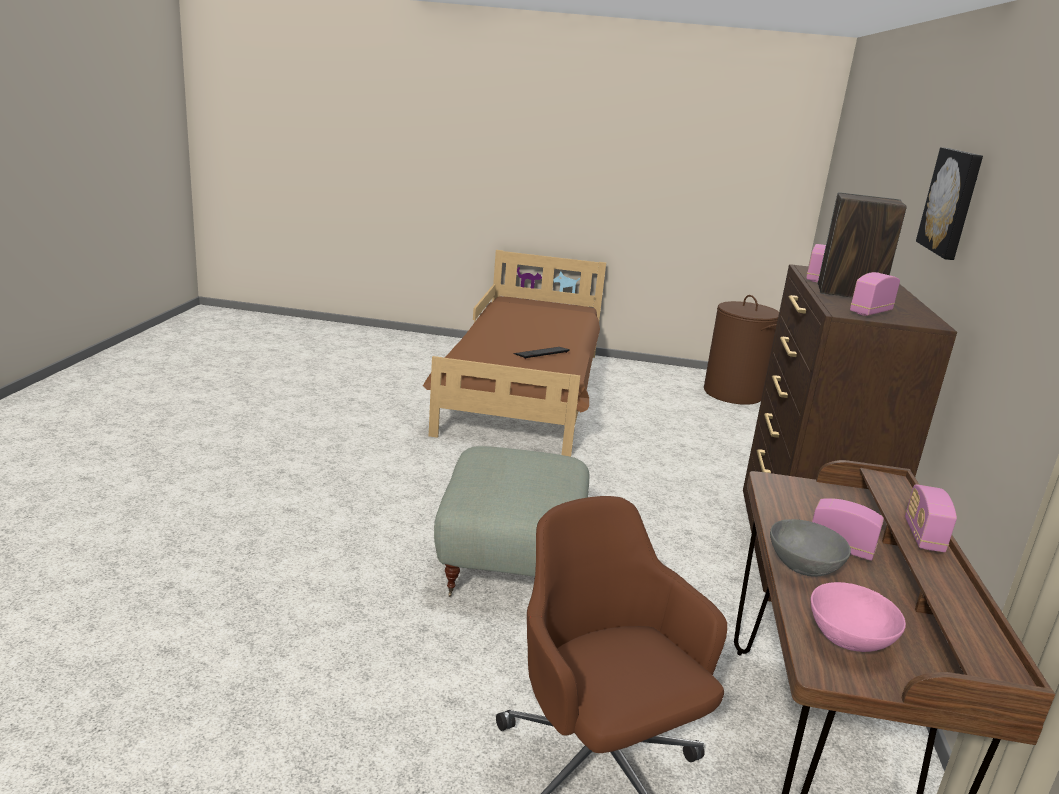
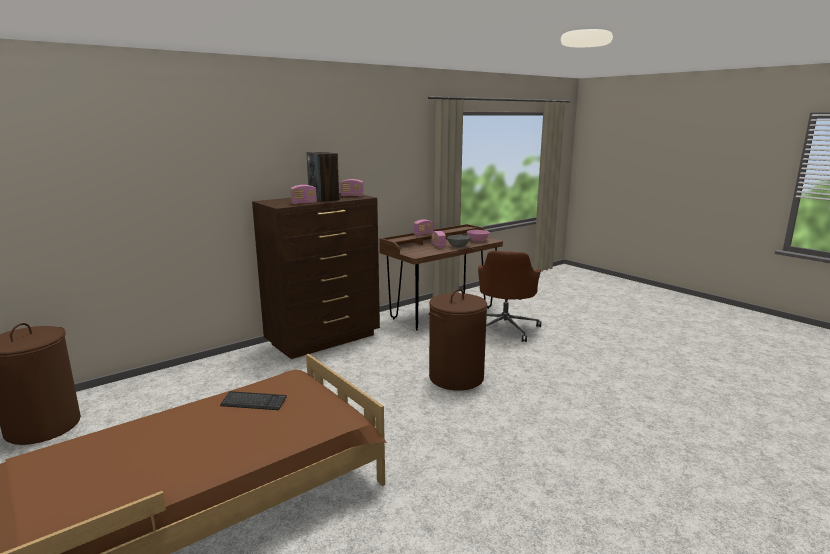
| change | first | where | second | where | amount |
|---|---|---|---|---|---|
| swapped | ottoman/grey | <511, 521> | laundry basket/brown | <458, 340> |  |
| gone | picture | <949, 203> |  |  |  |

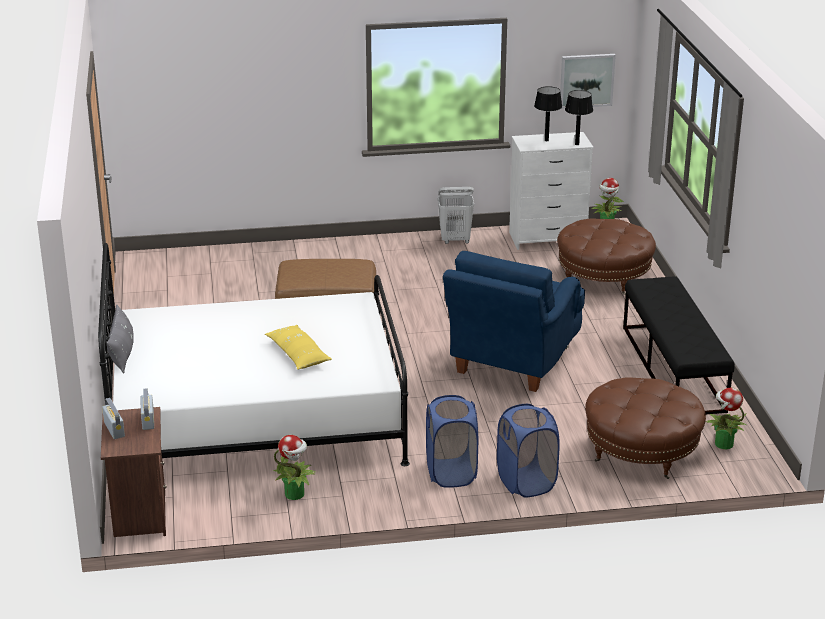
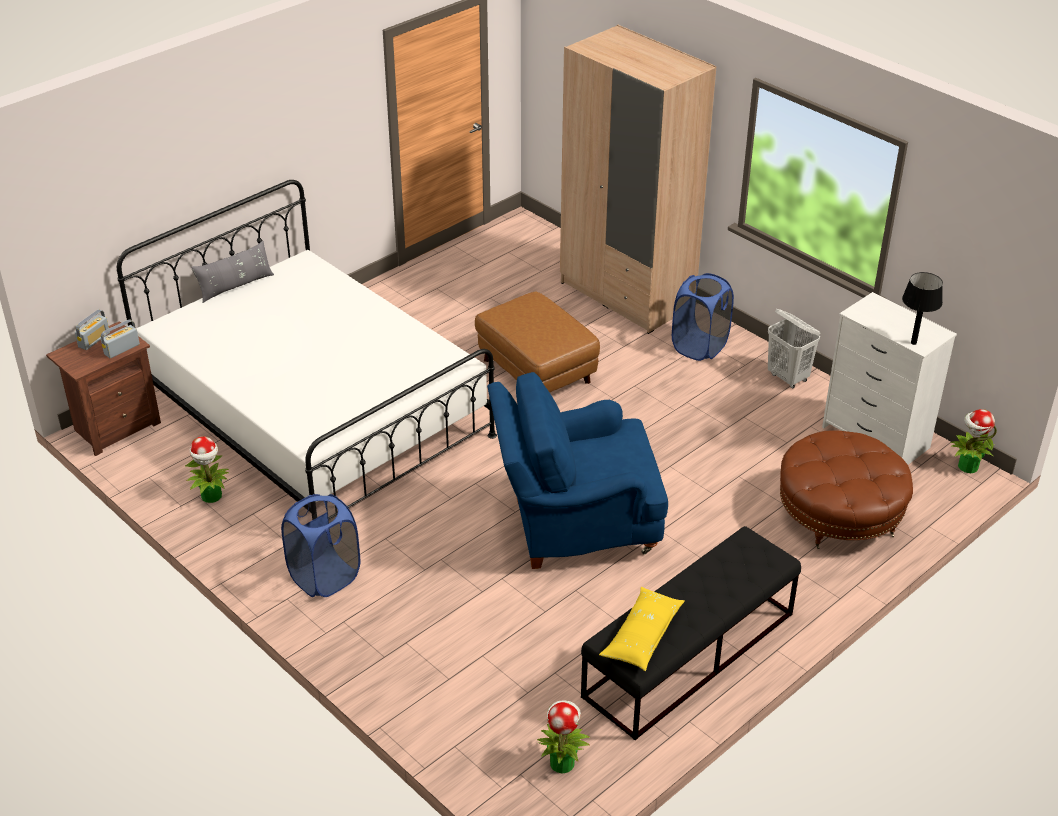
| change | first | where | second | where | amount |
|---|---|---|---|---|---|
| shifted | pillow/yellow | <298, 347> |  | <642, 629> |  |
| shifted | laundry basket/blue | <528, 451> |  | <703, 317> |  |
| gone | table lamp/black | <548, 113> |  |  |  |
| gone | picture | <588, 81> |  |  |  |
| gone | ottoman/brown | <645, 428> |  |  |  |
| new |  |  | wardrobe/beige | <638, 179> |  |

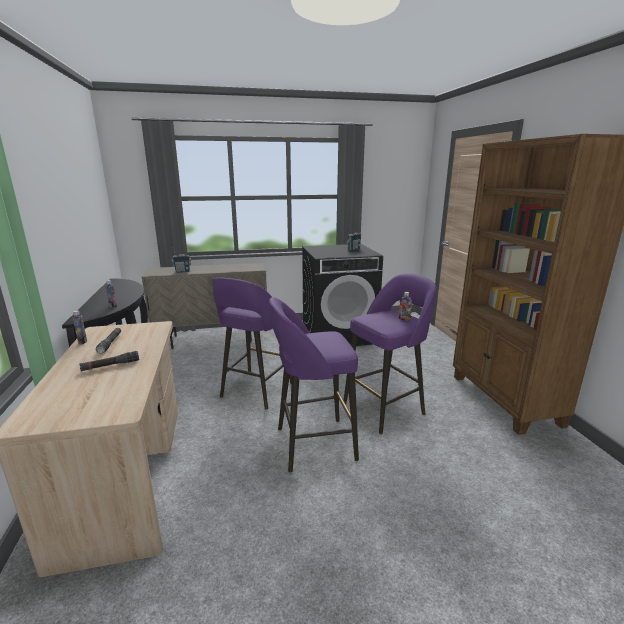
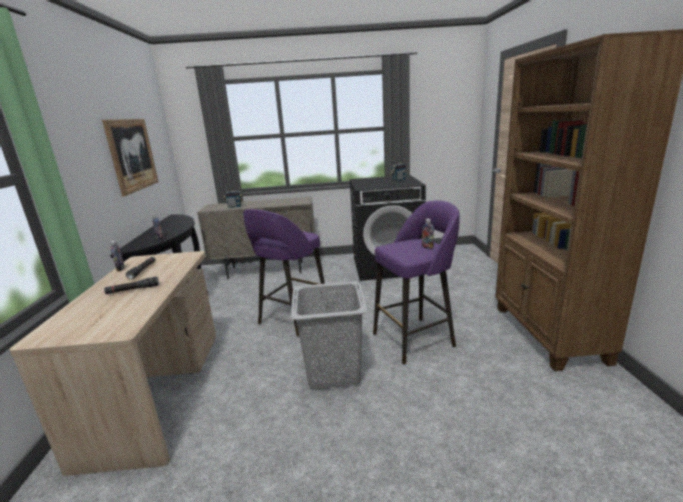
| change | first | where | second | where | amount |
|---|---|---|---|---|---|
| swapped | stool/purple | <314, 384> | laundry basket/grey | <329, 335> |  |
| new |  |  | picture | <130, 157> |  |

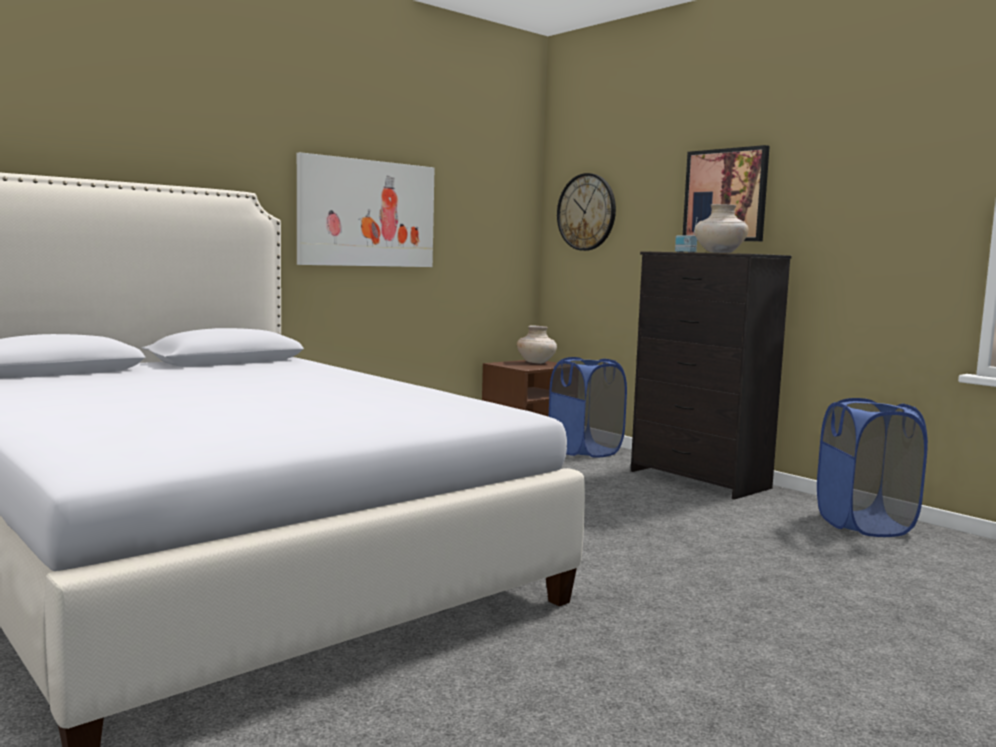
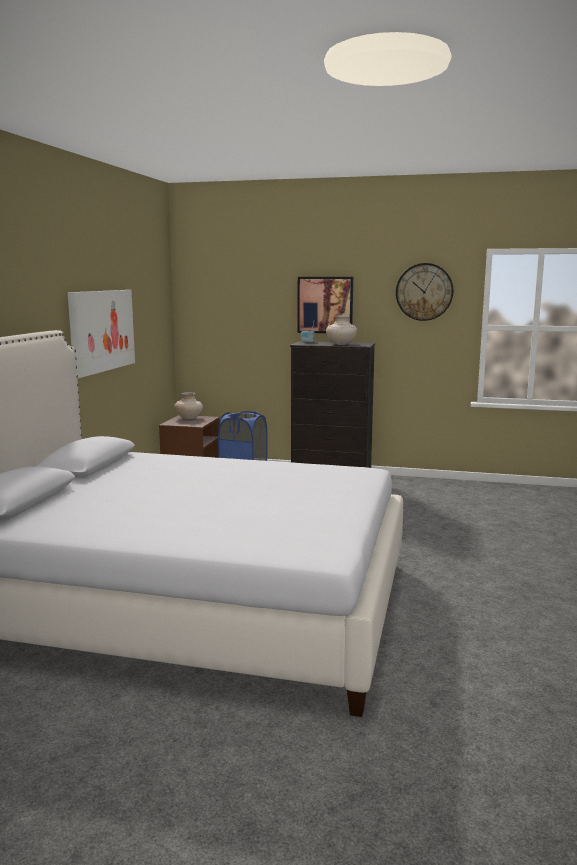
| change | first | where | second | where | amount |
|---|---|---|---|---|---|
| shifted | wall clock | <586, 212> |  | <424, 292> |  |
| gone | laundry basket/blue | <872, 467> |  |  |  |

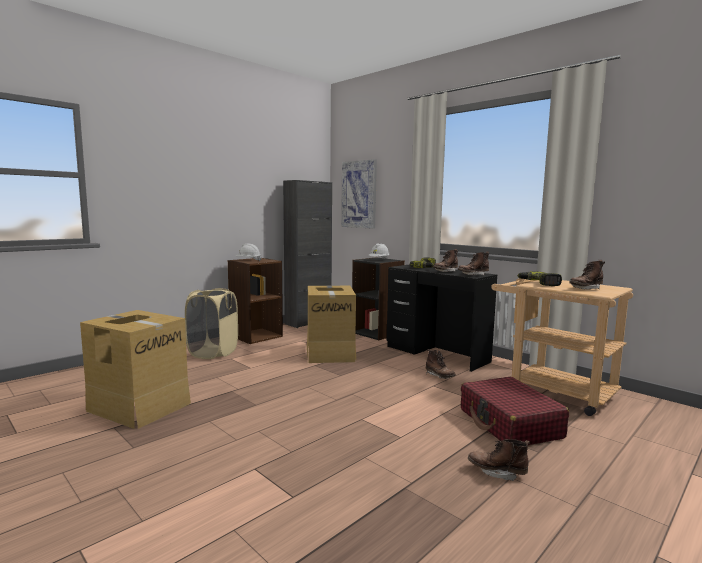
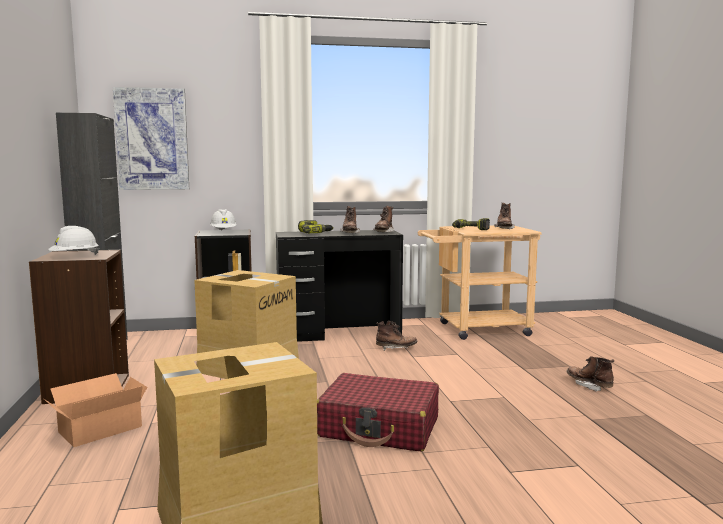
| change | first | where | second | where | amount |
|---|---|---|---|---|---|
| swapped | laundry basket/beige | <211, 323> | cardboard box | <95, 410> |  |
| shifted | suitcase/red | <515, 411> |  | <378, 412> |  |
| rotated | boot/brown | <499, 460> |  | <590, 374> | 90 degrees clockwise |

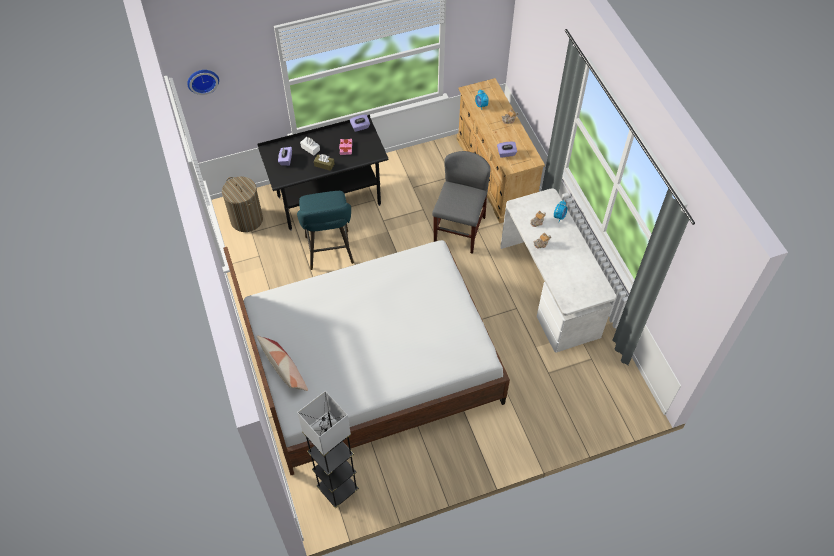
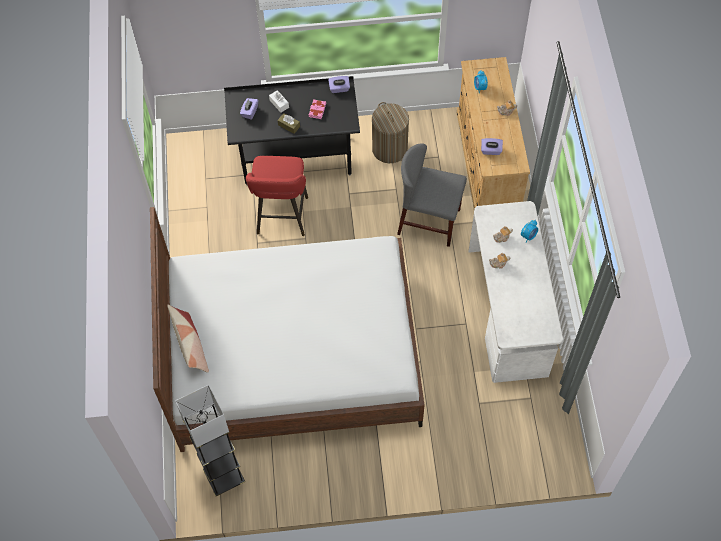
| change | first | where | second | where | amount |
|---|---|---|---|---|---|
| gone | wall clock | <203, 82> |  |  |  |
| shifted | laundry basket | <242, 204> |  | <390, 132> |  |
| repainted | stool/turquoise | <325, 230> | stool/red | <277, 196> |  |
| rotated | chair/grey | <461, 202> |  | <432, 195> | 105 degrees counterclockwise |

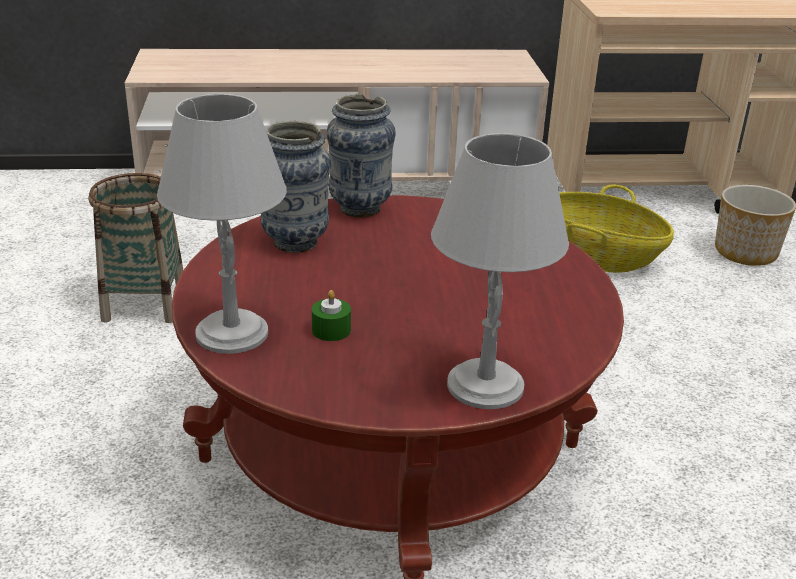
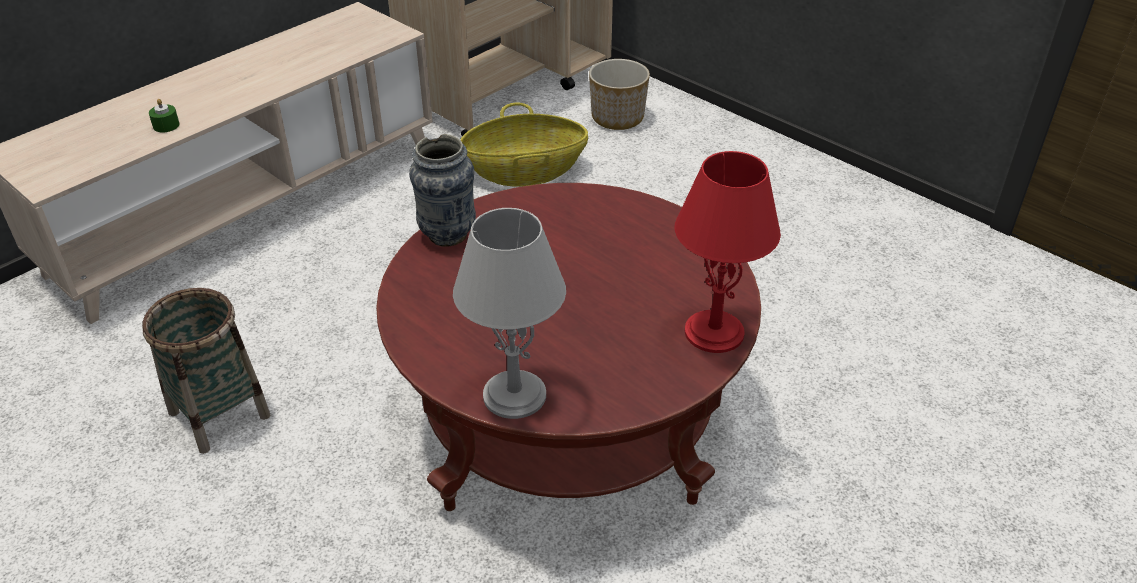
| change | first | where | second | where | amount |
|---|---|---|---|---|---|
| gone | vase | <296, 187> |  |  |  |
| shifted | candle/green | <331, 315> |  | <164, 116> |  |
| repainted | table lamp/grey | <500, 271> | table lamp/red | <728, 252> |  |

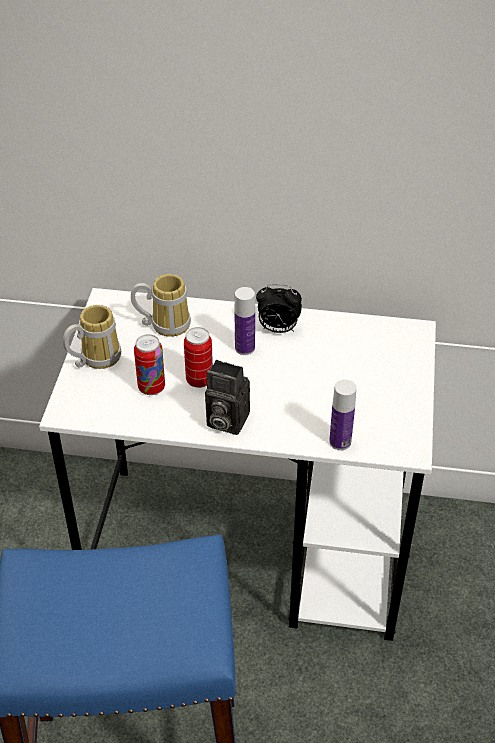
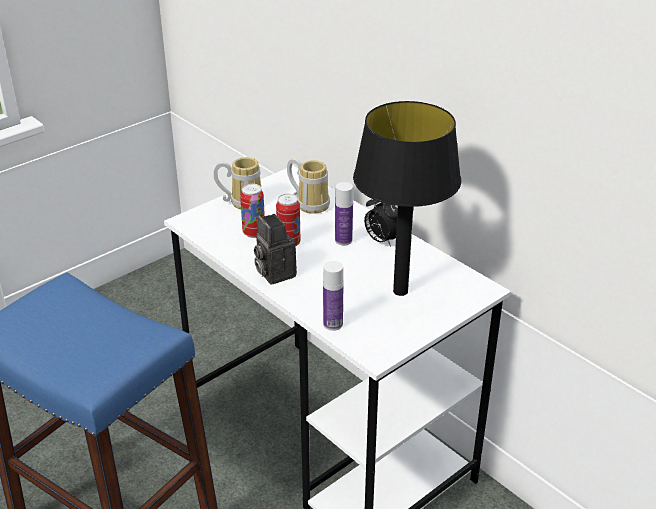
| change | first | where | second | where | amount |
|---|---|---|---|---|---|
| new |  |  | table lamp/black | <407, 198> |  |

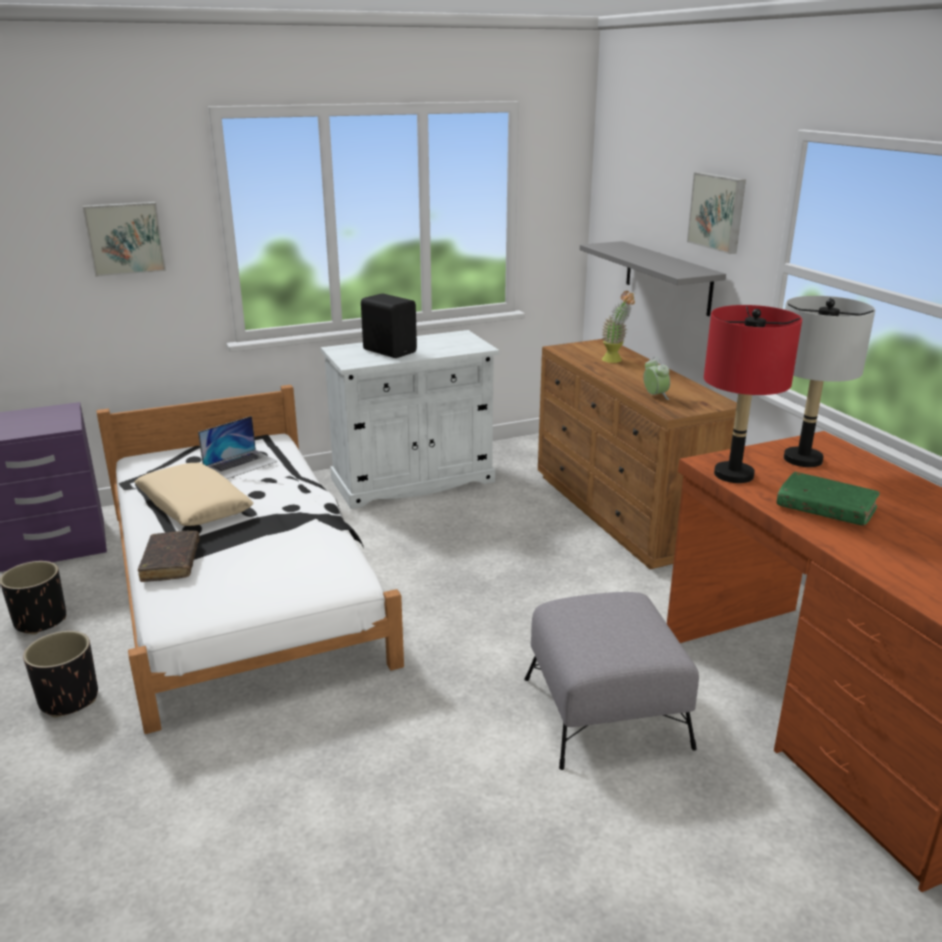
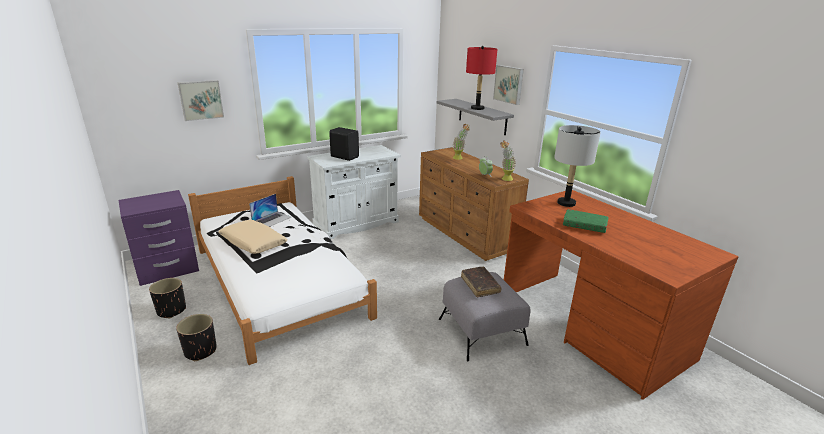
| change | first | where | second | where | amount |
|---|---|---|---|---|---|
| shifted | book/brown | <168, 556> |  | <481, 282> |  |
| shifted | table lamp/red | <753, 394> |  | <481, 78> |  |
| new |  |  | potted plant | <508, 160> |  |

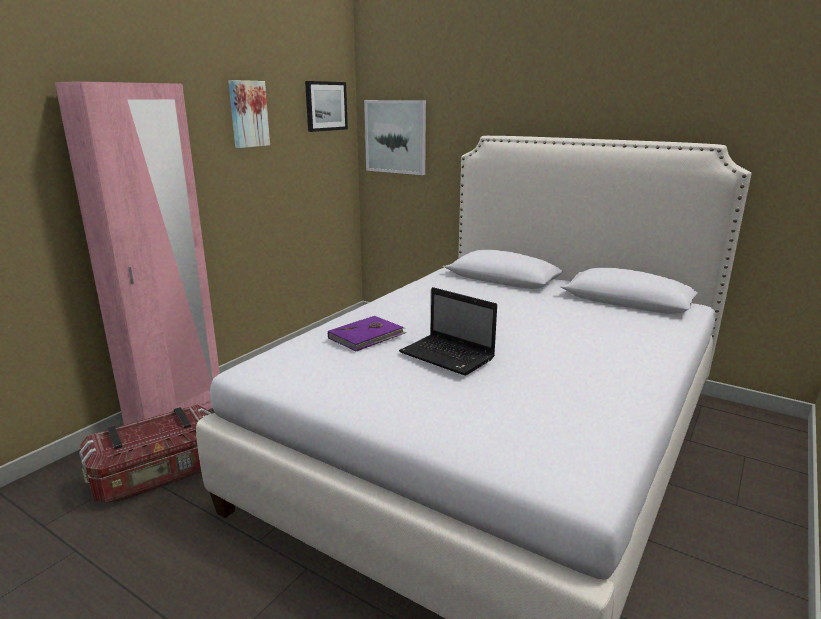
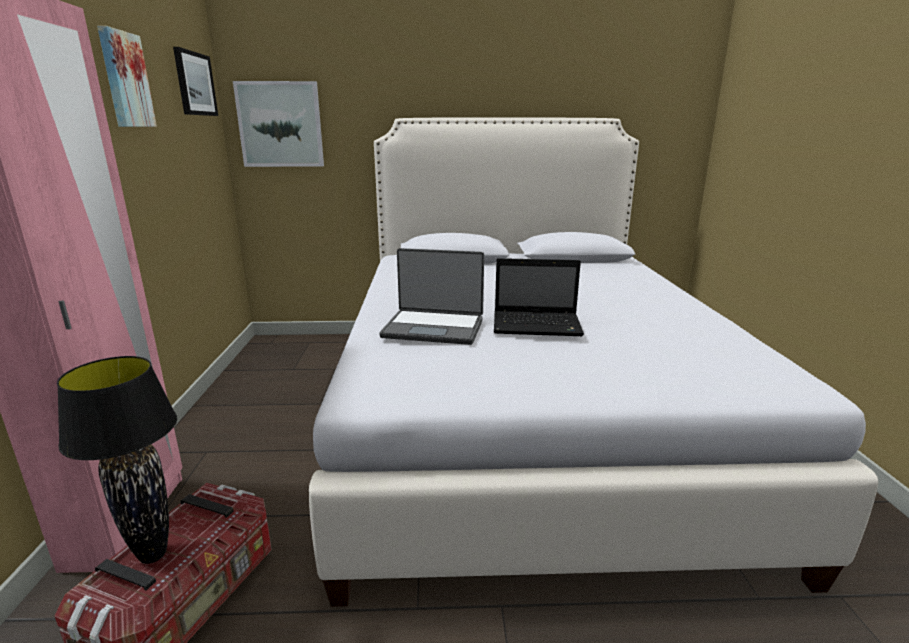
| change | first | where | second | where | amount |
|---|---|---|---|---|---|
| swapped | book/purple | <367, 333> | laptop | <431, 296> |  |
| new |  |  | table lamp/black | <117, 460> |  |

